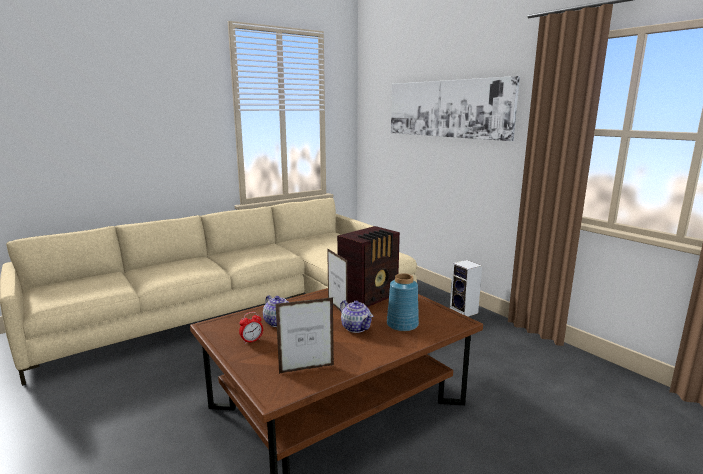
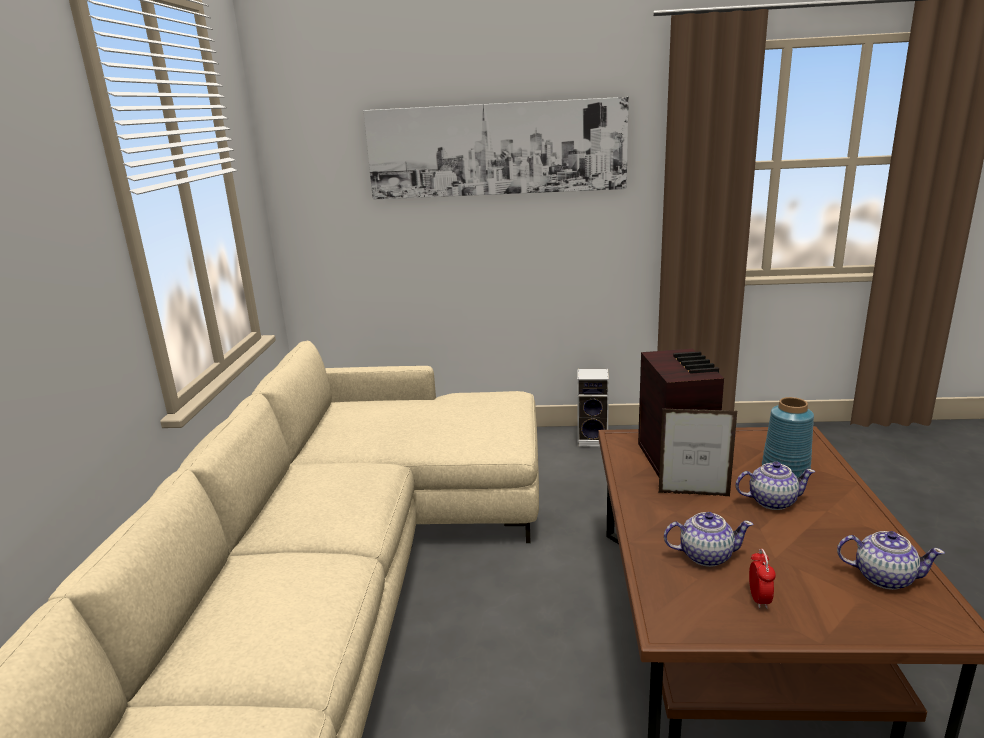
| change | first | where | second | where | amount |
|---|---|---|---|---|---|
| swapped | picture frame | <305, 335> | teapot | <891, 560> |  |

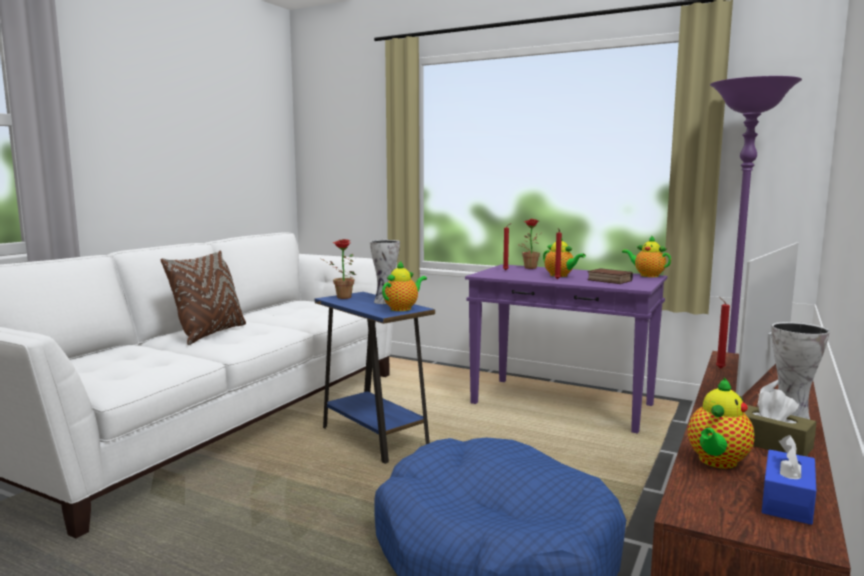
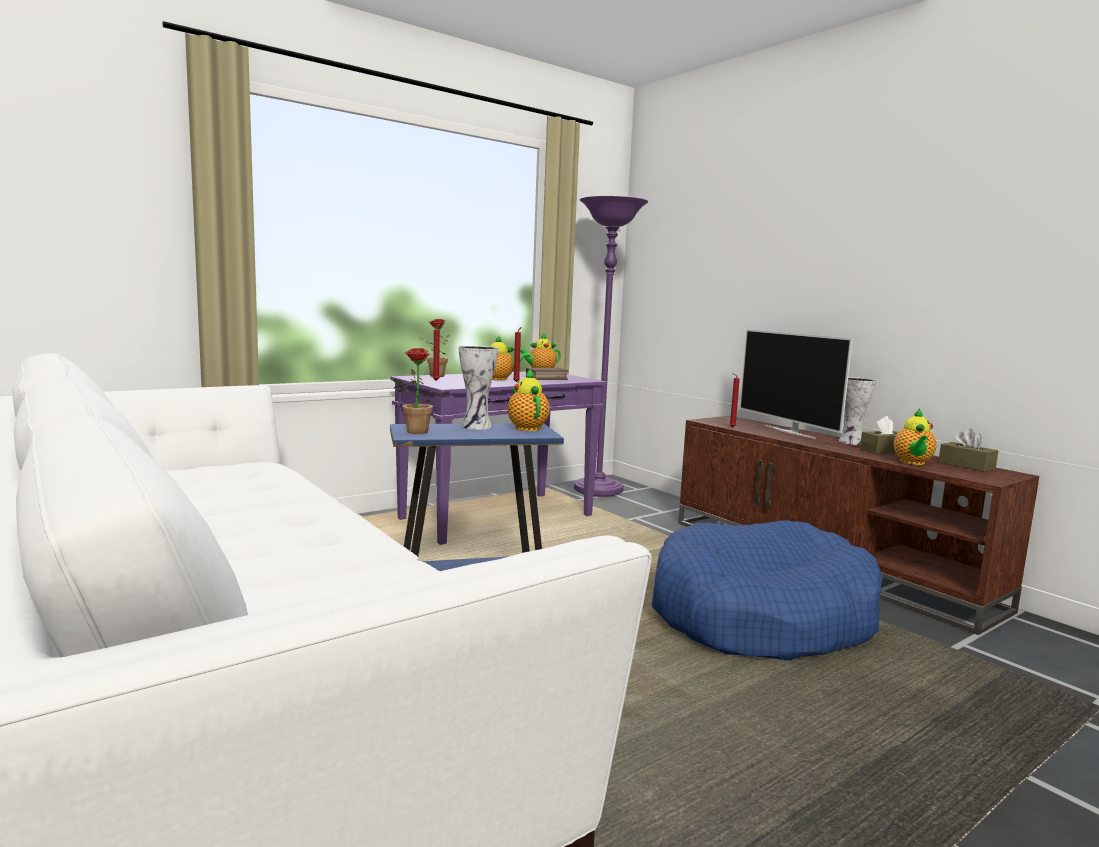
| change | first | where | second | where | amount |
|---|---|---|---|---|---|
| gone | pillow/brown | <203, 297> |  |  |  |
| rotated | teapot | <721, 423> |  | <915, 436> | 45 degrees clockwise |
| repainted | tissue box/blue | <789, 480> | tissue box/brown | <968, 450> |  |

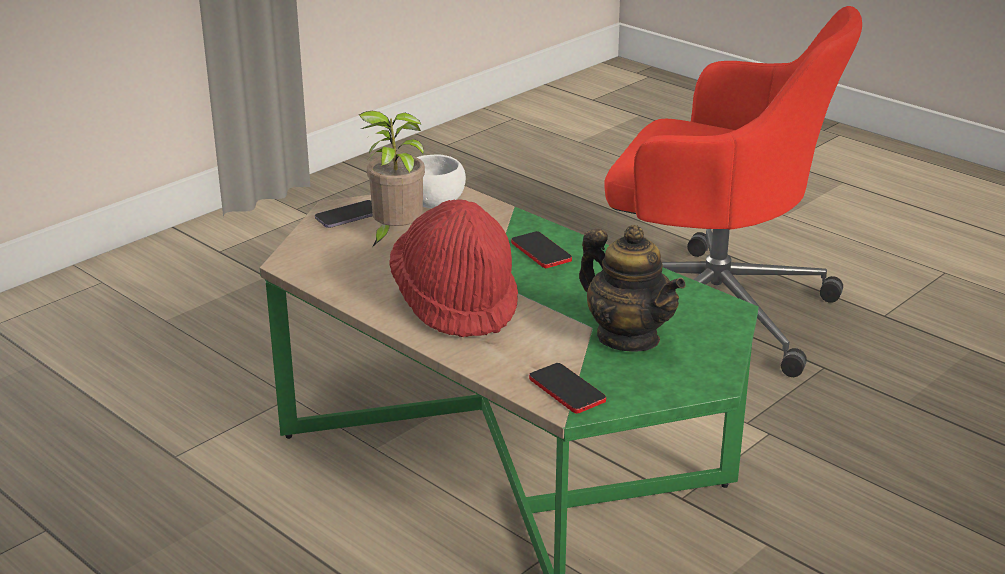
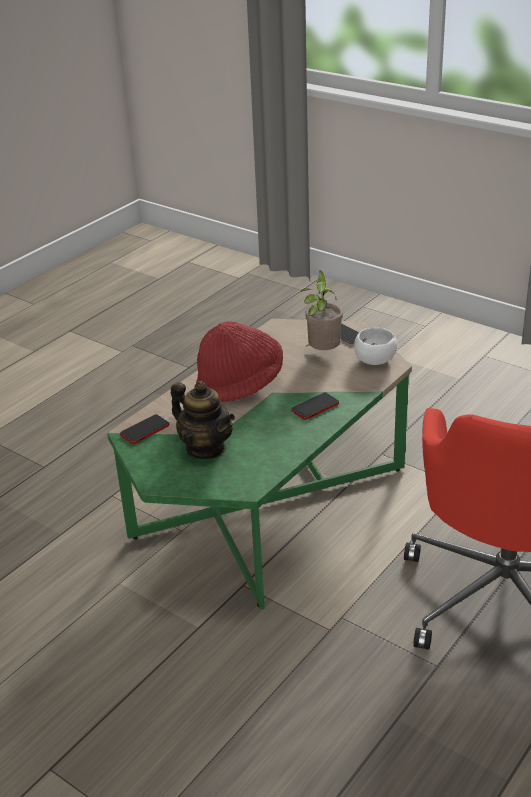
| change | first | where | second | where | amount |
|---|---|---|---|---|---|
| rotated | teapot | <632, 288> |  | <203, 420> | 90 degrees counterclockwise |

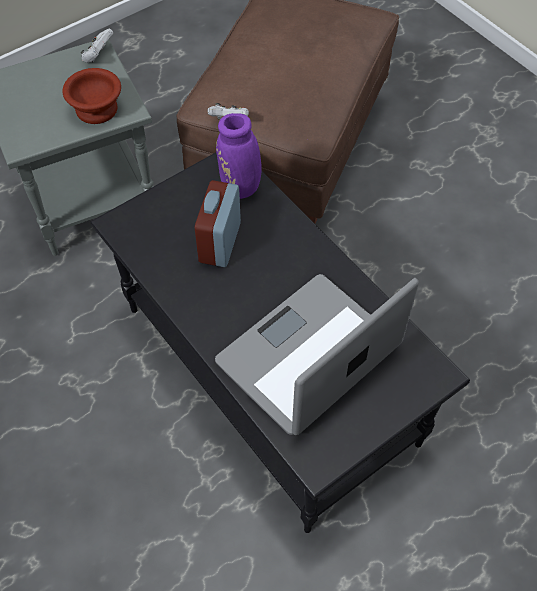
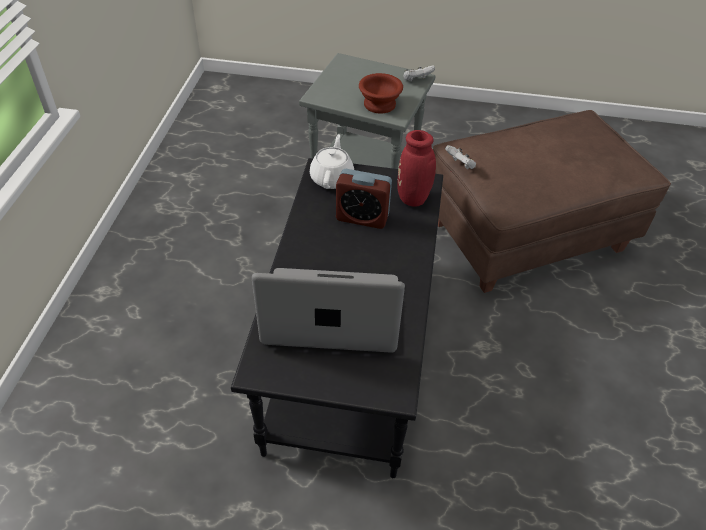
| change | first | where | second | where | amount |
|---|---|---|---|---|---|
| rotated | alarm clock | <218, 223> |  | <364, 199> | 135 degrees counterclockwise |
| repainted | vase/purple | <262, 156> | vase/red | <424, 168> |  |
| new |  |  | teapot/white | <332, 161> |  |

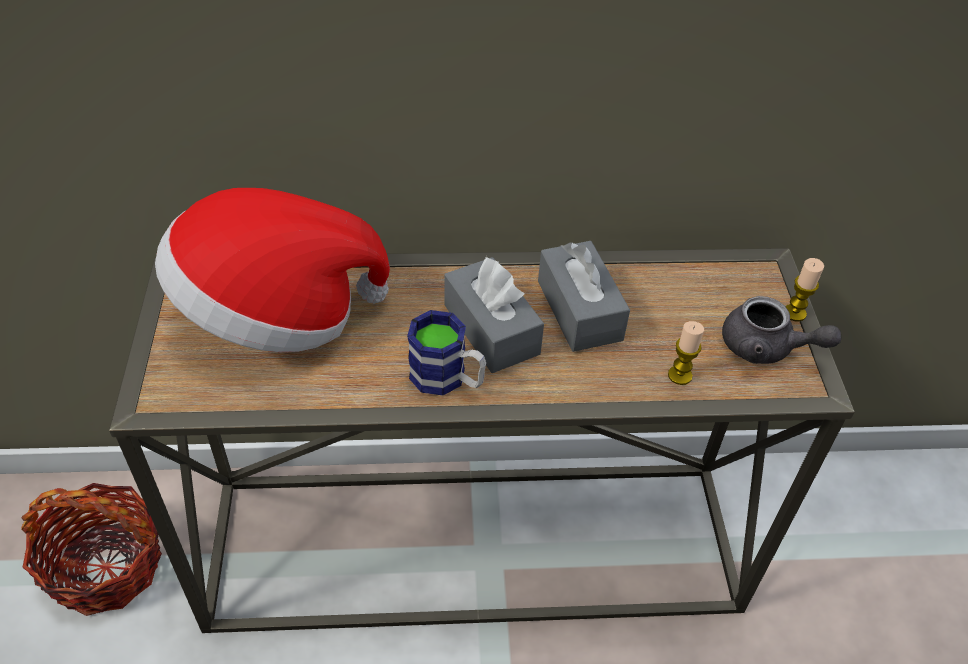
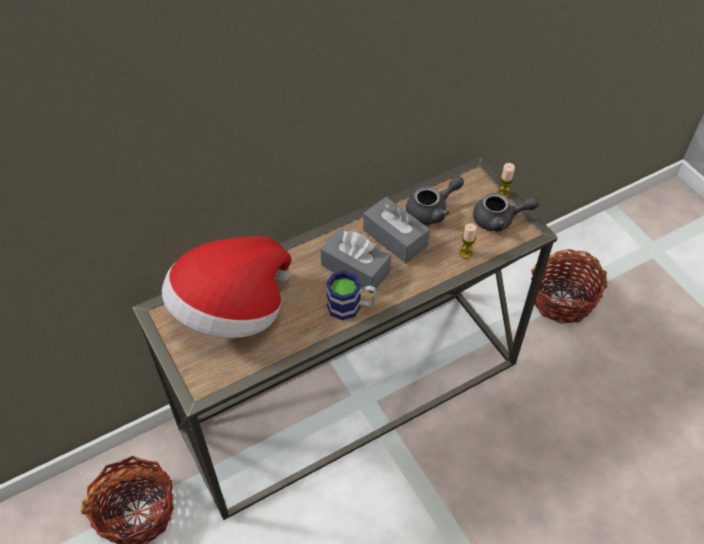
| change | first | where | second | where | amount |
|---|---|---|---|---|---|
| new |  |  | teapot/grey | <435, 200> |  |
| new |  |  | basket | <569, 286> |  |

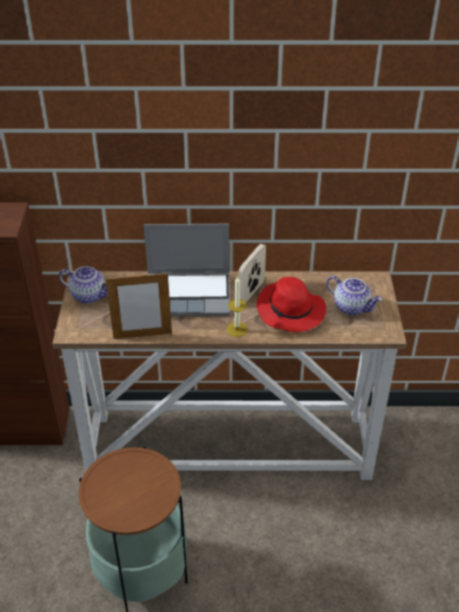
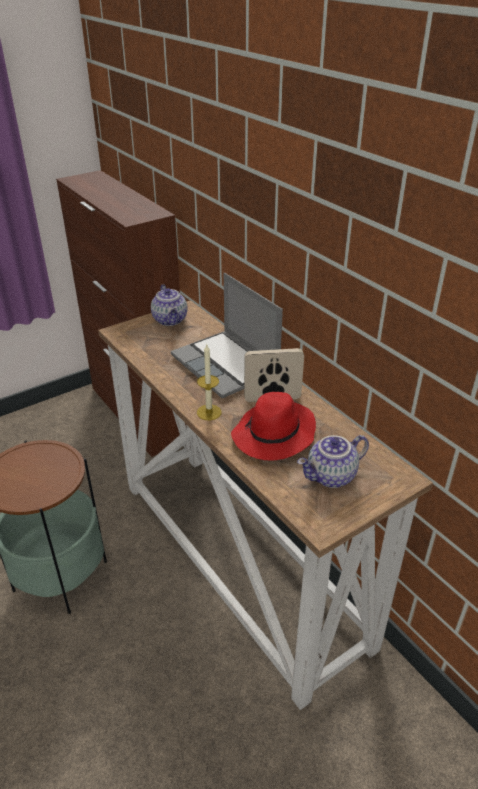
| change | first | where | second | where | amount |
|---|---|---|---|---|---|
| gone | picture frame | <139, 306> |  |  |  |
| rotated | teapot | <354, 295> |  | <333, 461> | 60 degrees clockwise |

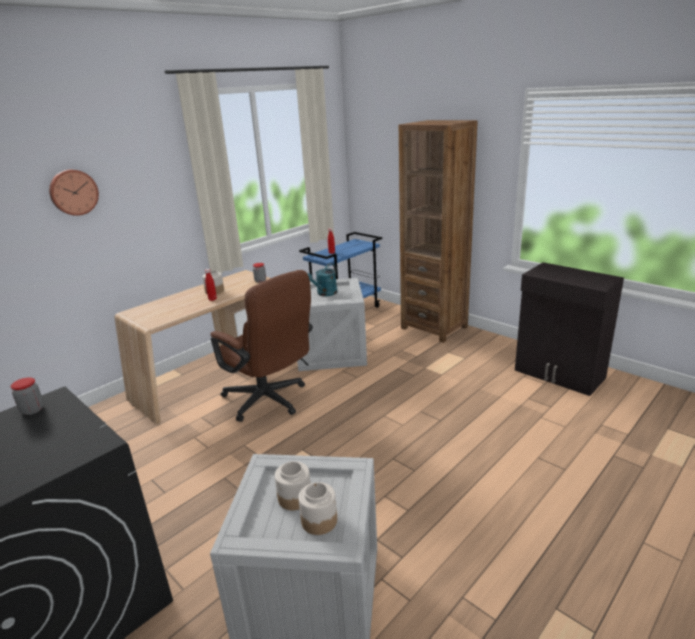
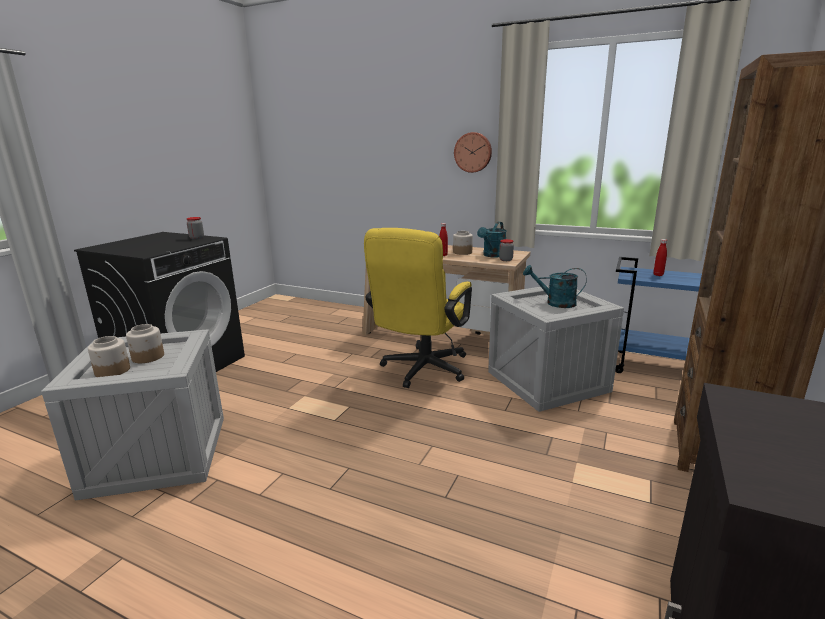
| change | first | where | second | where | amount |
|---|---|---|---|---|---|
| shifted | wall clock | <74, 193> |  | <473, 152> |  |
| repainted | office chair/brown | <262, 346> | office chair/yellow | <418, 308> |  |
| new |  |  | watering can/turquoise | <492, 239> |  |

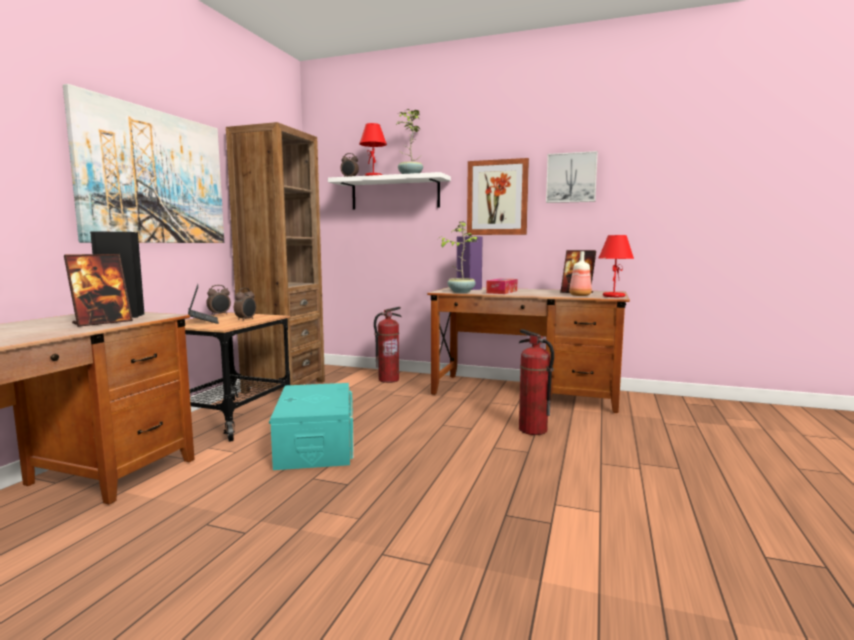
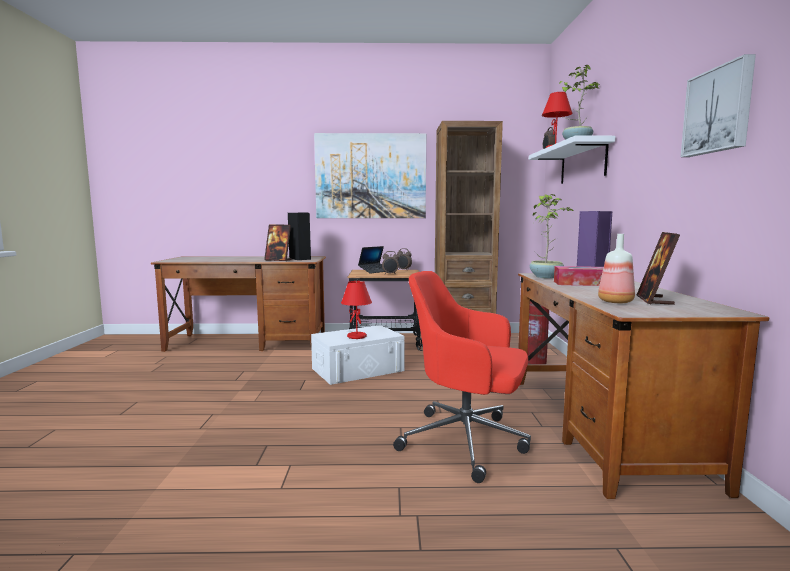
| change | first | where | second | where | amount |
|---|---|---|---|---|---|
| repainted | storage box/turquoise | <311, 426> | storage box/white | <358, 355> |  |
| gone | picture | <498, 196> |  |  |  |
| swapped | fire extinguisher | <536, 382> | office chair/red | <462, 377> |  |
| shifted | table lamp/red | <616, 266> |  | <356, 310> |  |

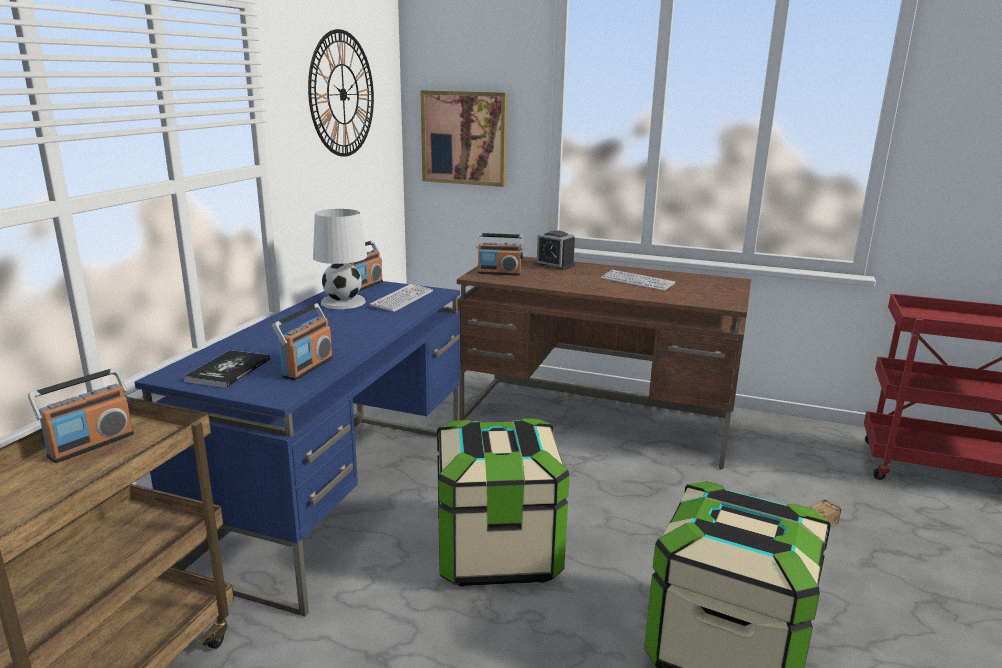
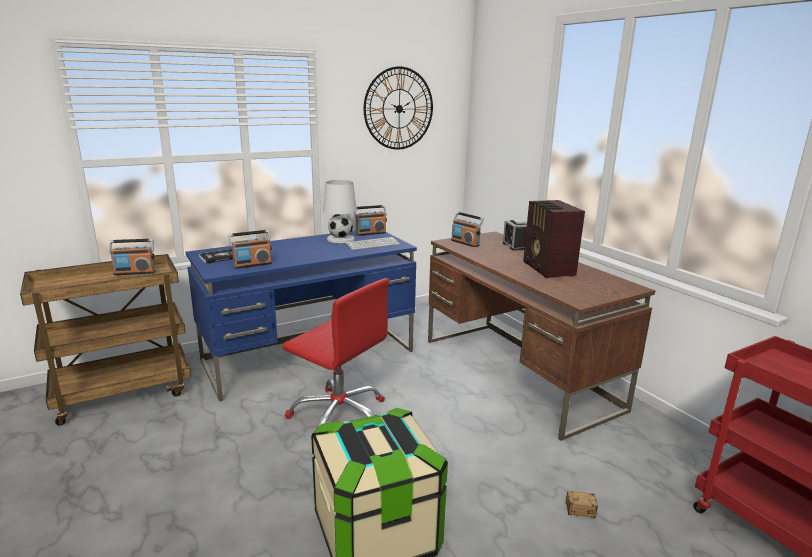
| change | first | where | second | where | amount |
|---|---|---|---|---|---|
| gone | picture | <463, 138> |  |  |  |
| swapped | storage box | <503, 502> | office chair/red | <336, 353> |  |
| swapped | keyboard | <638, 280> | radio | <554, 239> |  |

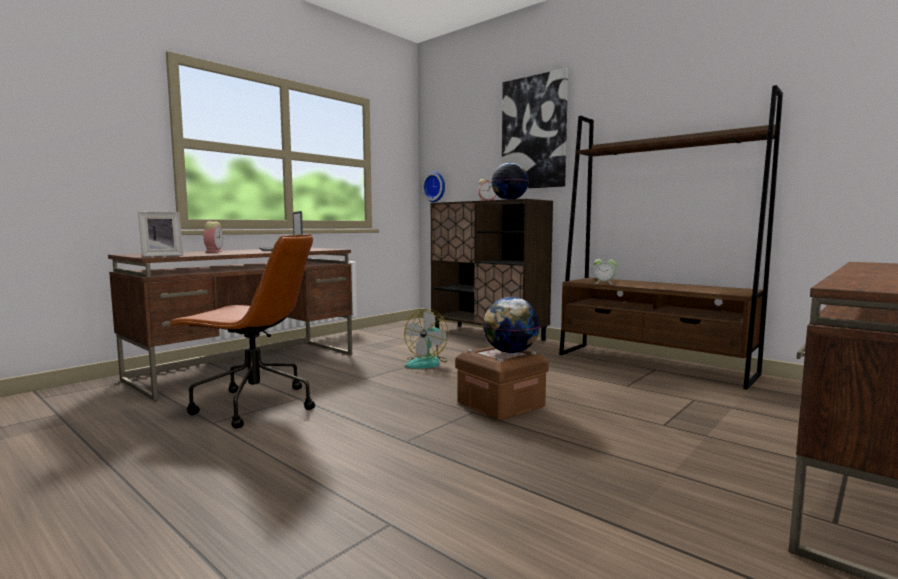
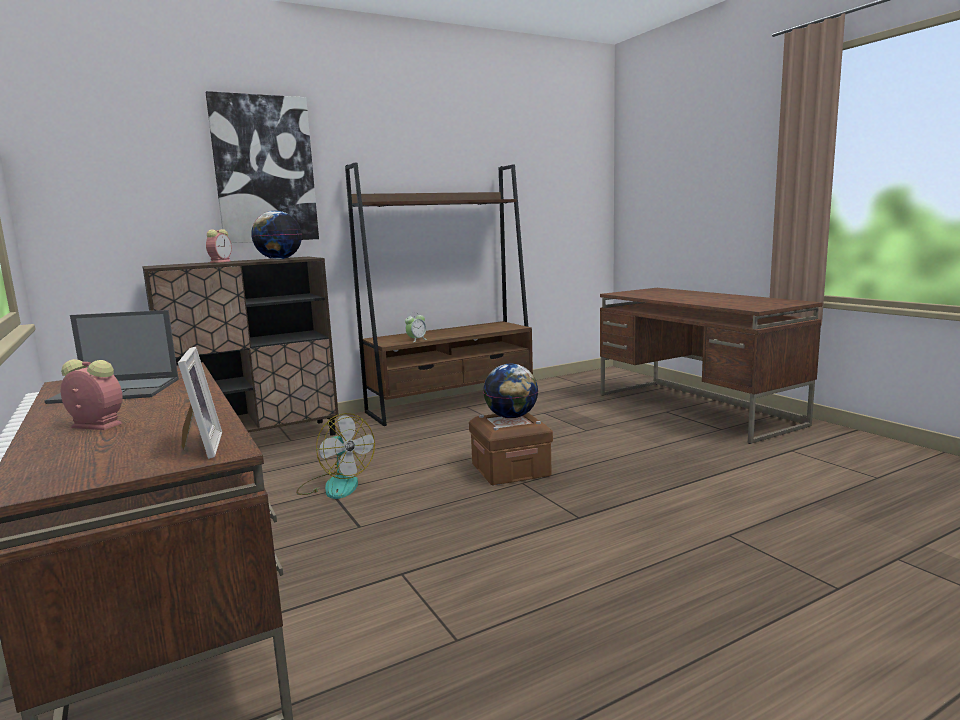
| change | first | where | second | where | amount |
|---|---|---|---|---|---|
| gone | office chair/brown | <241, 331> |  |  |  |
| gone | wall clock | <433, 187> |  |  |  |

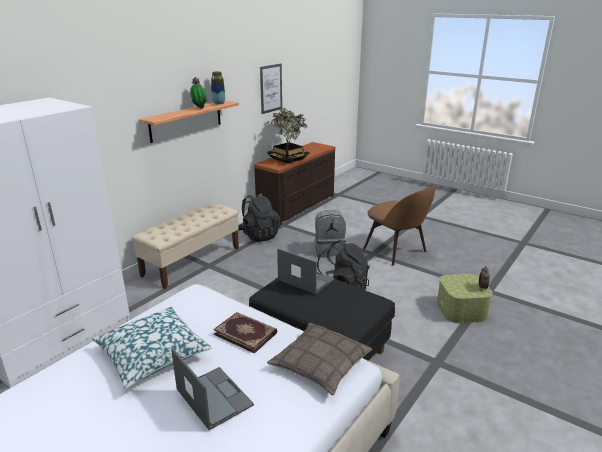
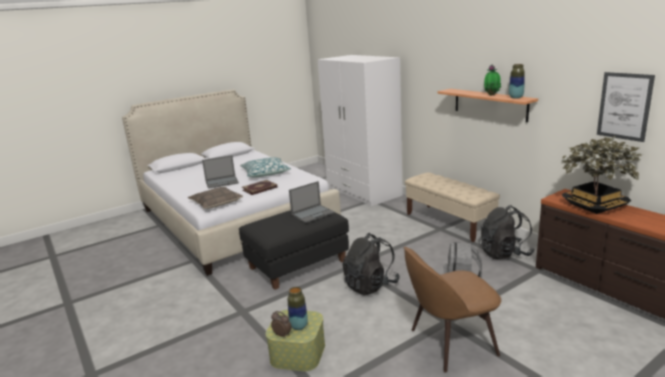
| change | first | where | second | where | amount |
|---|---|---|---|---|---|
| new |  |  | vase | <298, 308> |  |

